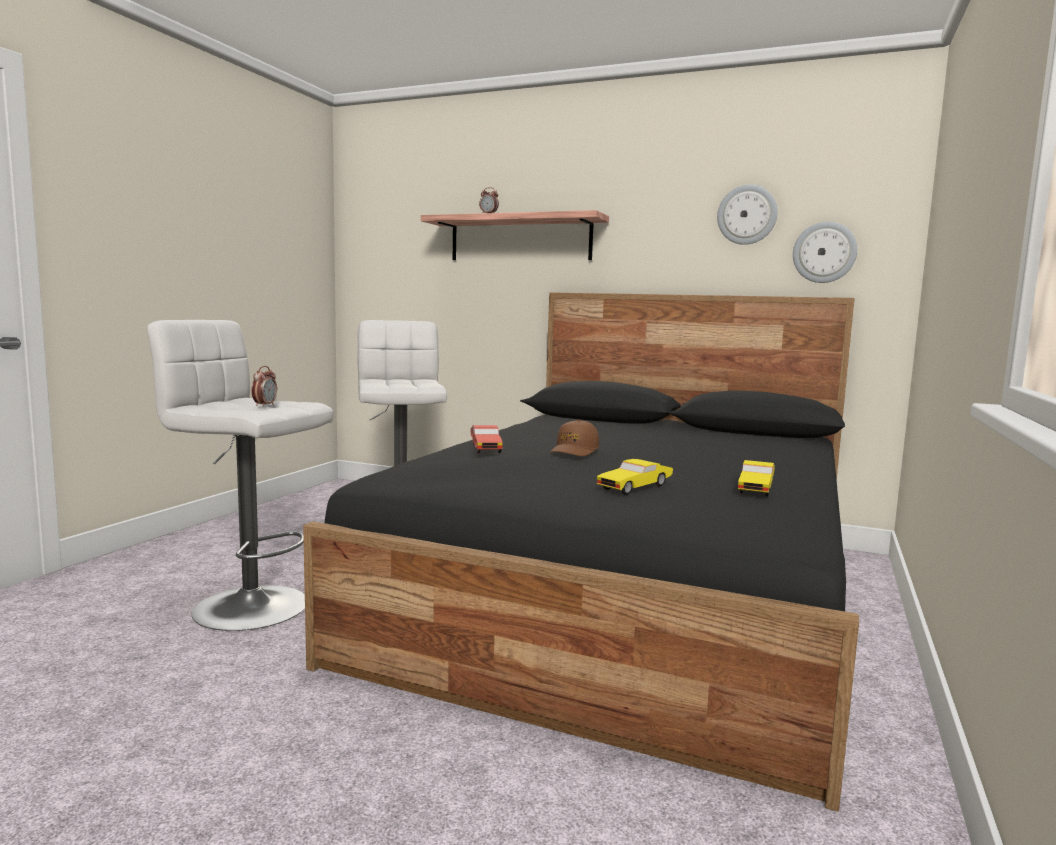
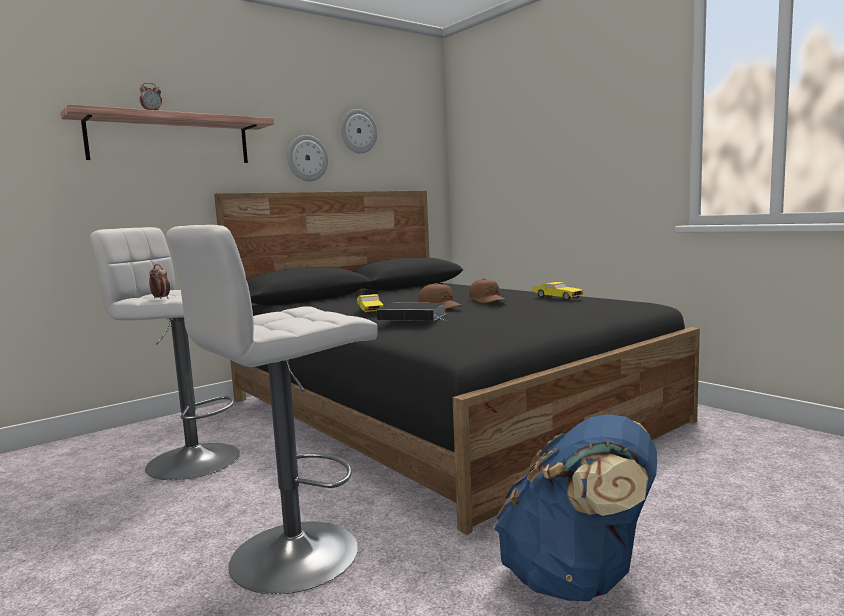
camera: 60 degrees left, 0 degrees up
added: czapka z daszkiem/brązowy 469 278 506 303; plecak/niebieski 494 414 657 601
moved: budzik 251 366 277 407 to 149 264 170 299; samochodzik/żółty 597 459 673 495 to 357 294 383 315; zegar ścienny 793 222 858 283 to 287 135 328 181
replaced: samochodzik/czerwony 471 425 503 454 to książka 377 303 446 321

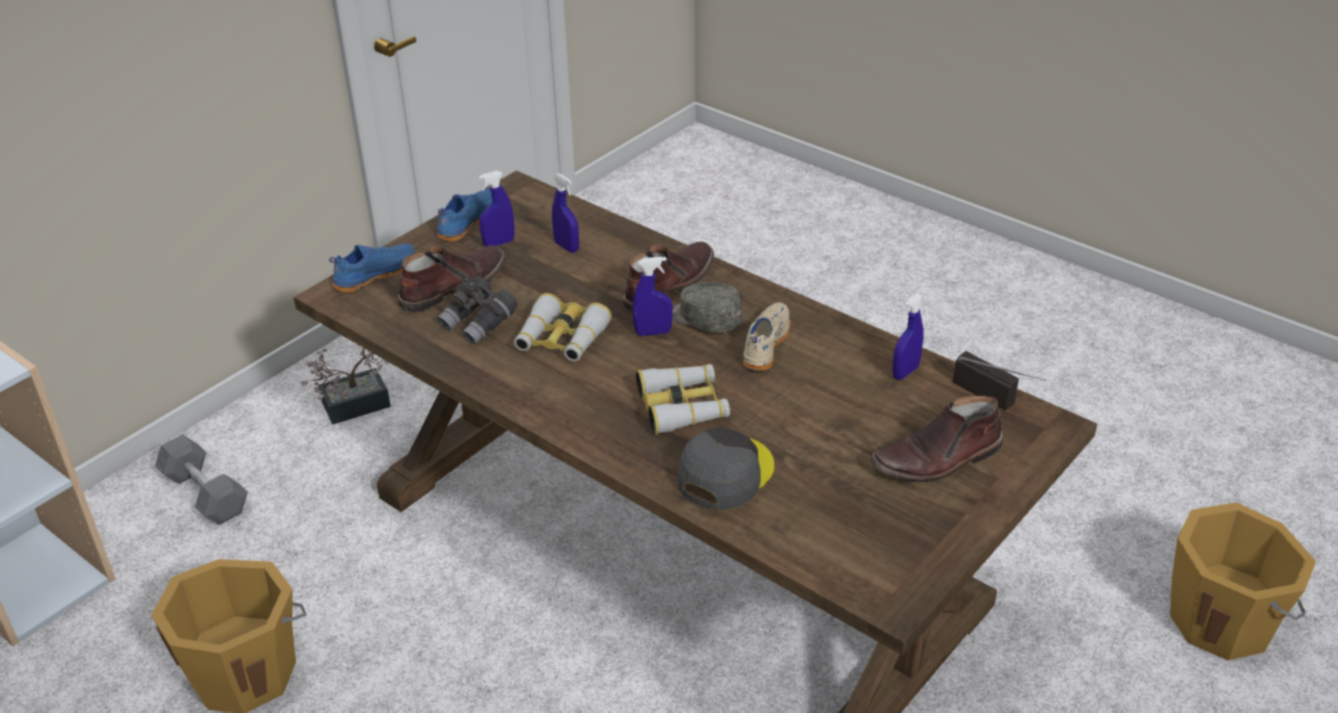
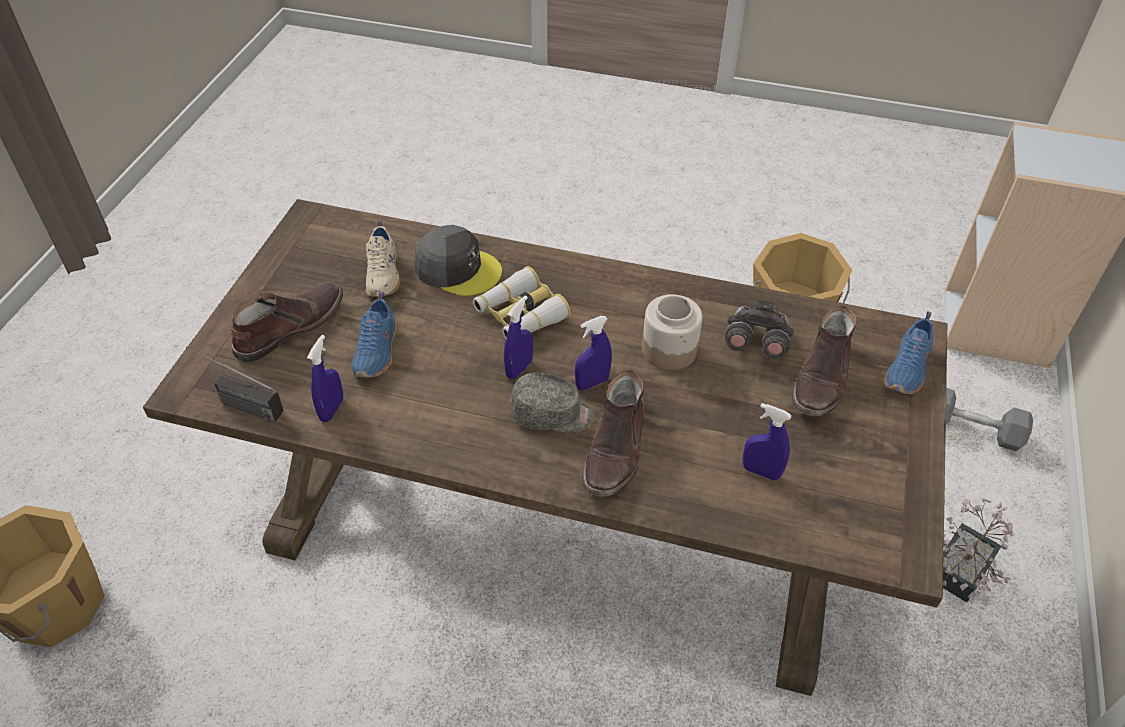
camera: 155 degrees right, 10 degrees up
moved: but/niebieski 437 188 493 242 to 352 291 397 377; spryskiwacz/niebieski 478 170 515 247 to 504 295 533 379; but/beżowy 743 302 790 371 to 366 219 400 297
replaced: lornetka 514 293 612 362 to słoik 642 294 703 370
turned: czapka z daszkiem/szary 677 428 774 510 = 414 225 502 296 75 degrees counterclockwise

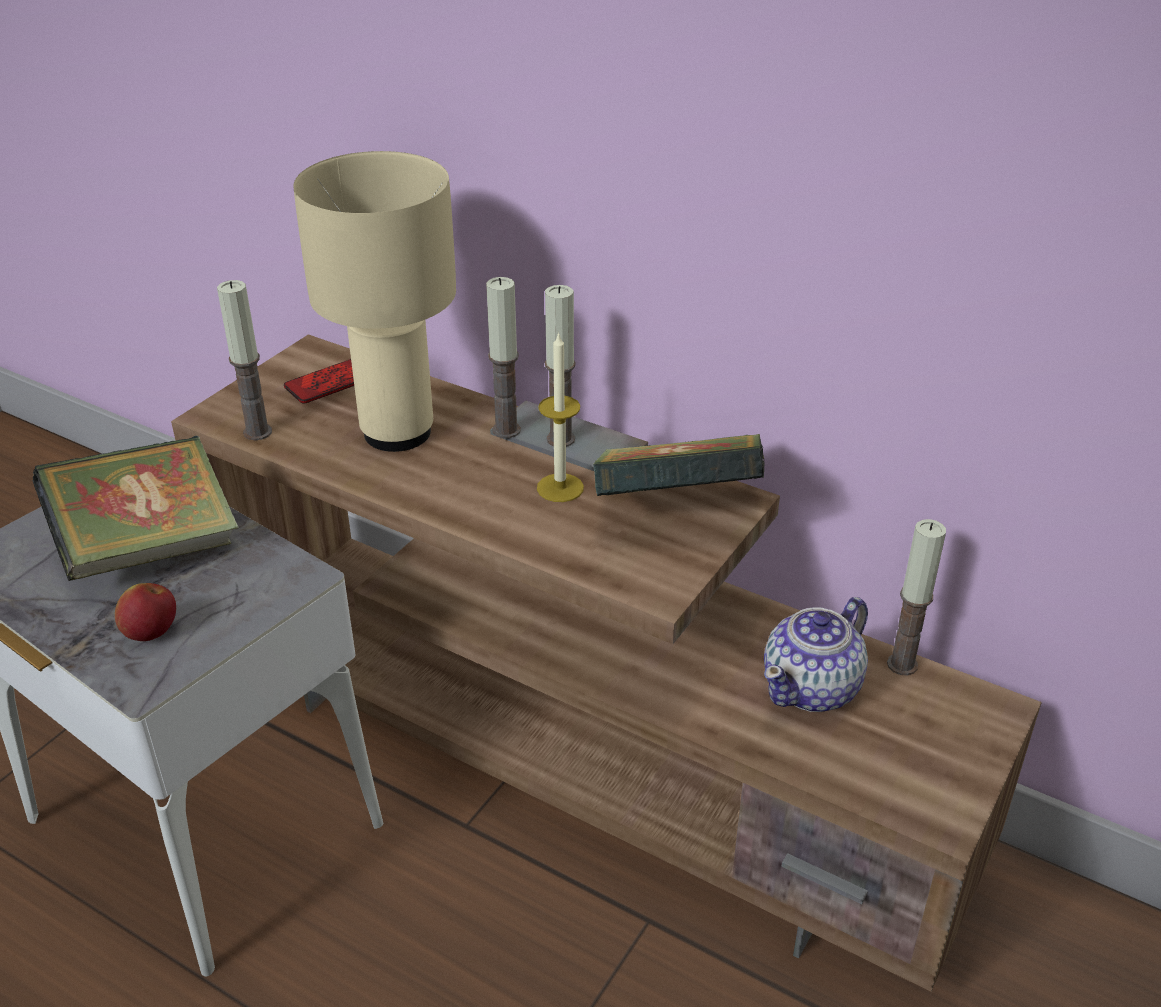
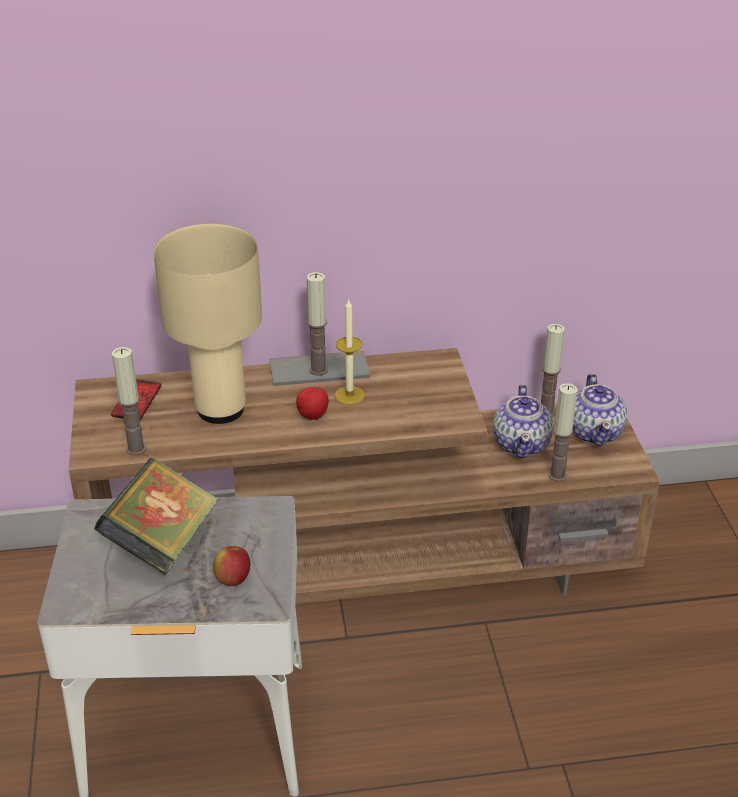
camera: 40 degrees left, 0 degrees up
removed: książka 593 434 764 496
added: jabłko 296 387 329 420; imbryk 573 374 627 446
moved: świeca 486 277 521 438 to 548 384 578 482

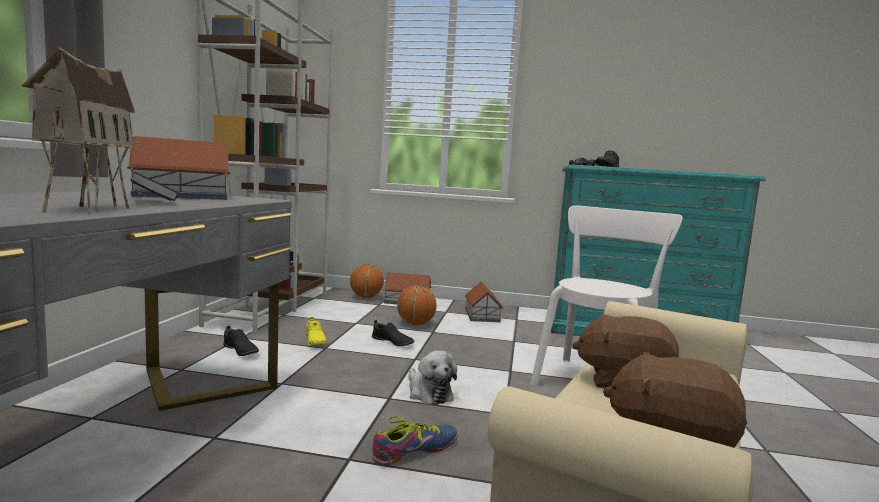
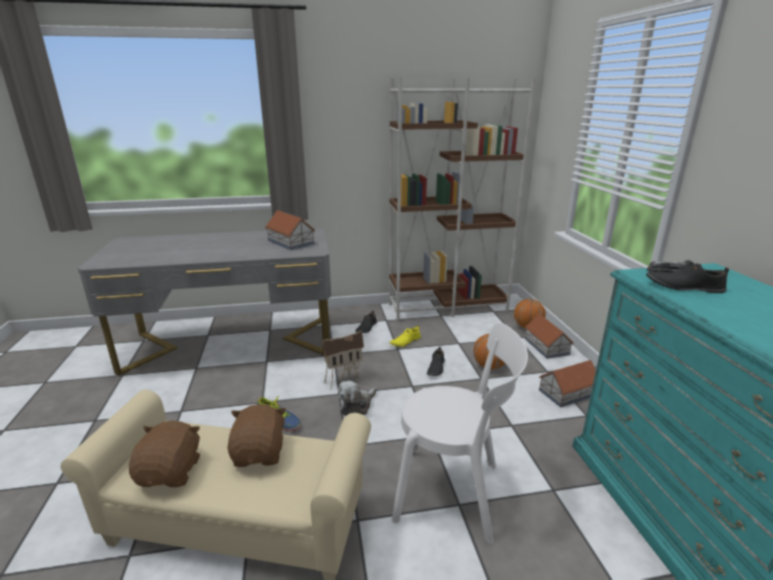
camera: 70 degrees right, 15 degrees up
removed: książka 130 171 179 201
moved: domek 22 47 135 215 to 321 331 364 390

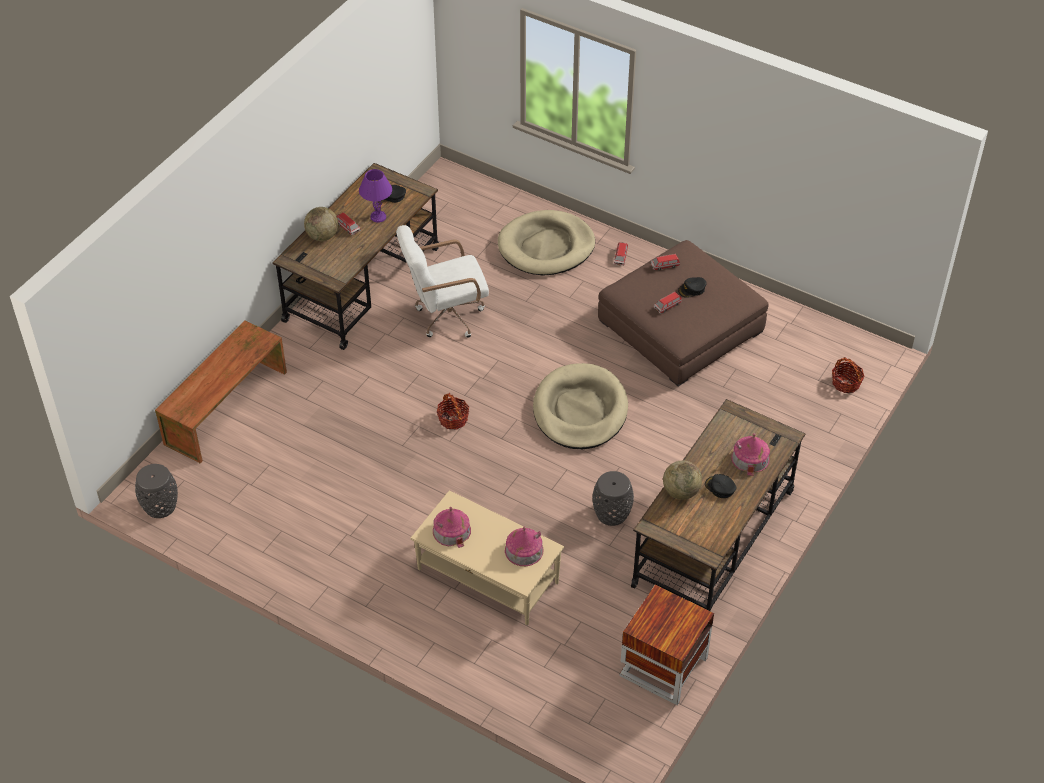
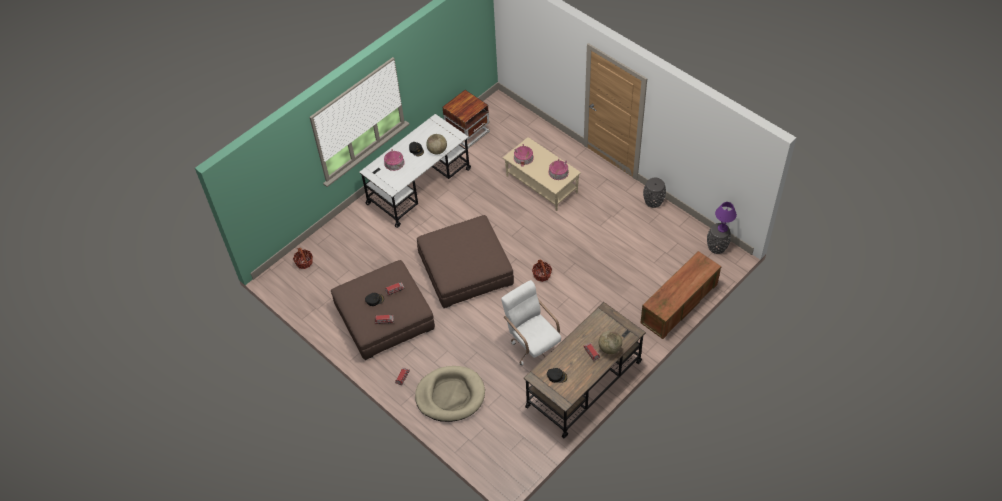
camera: 165 degrees left, 5 degrees up
moved: lampa stołowa/fioletowy 359 169 392 223 to 715 202 737 232; stołek/szary 592 471 634 526 to 643 178 666 208
replaced: legowisko/beżowy 533 363 628 449 to pufa/brązowy 417 215 514 308
recoloured: biurko/brązowy 631 399 805 611 to biurko/biały 359 114 471 228
turned: krzesło biurowe/biały 396 225 489 338 = 501 280 561 365 120 degrees counterclockwise

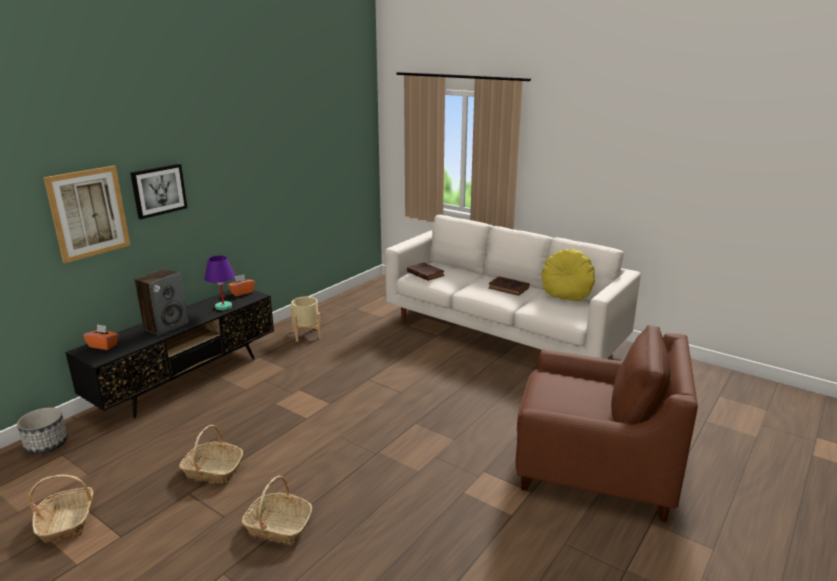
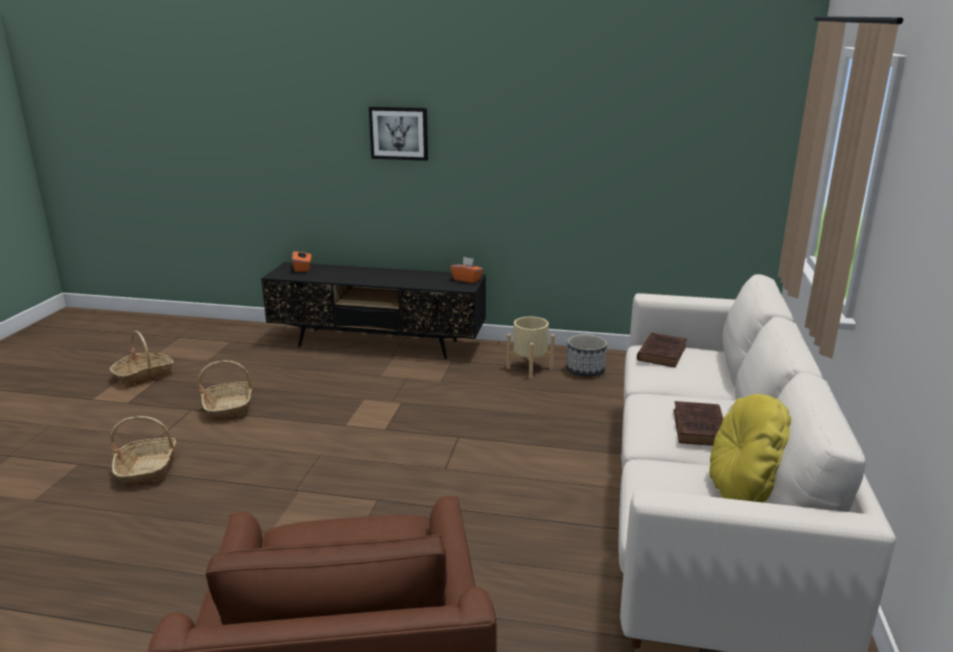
camera: 65 degrees right, 0 degrees up
removed: obraz 43 166 130 263; głośnik 135 269 189 336; lampa stołowa/fioletowy 204 256 235 310
moved: donica 17 407 68 454 to 566 334 607 377

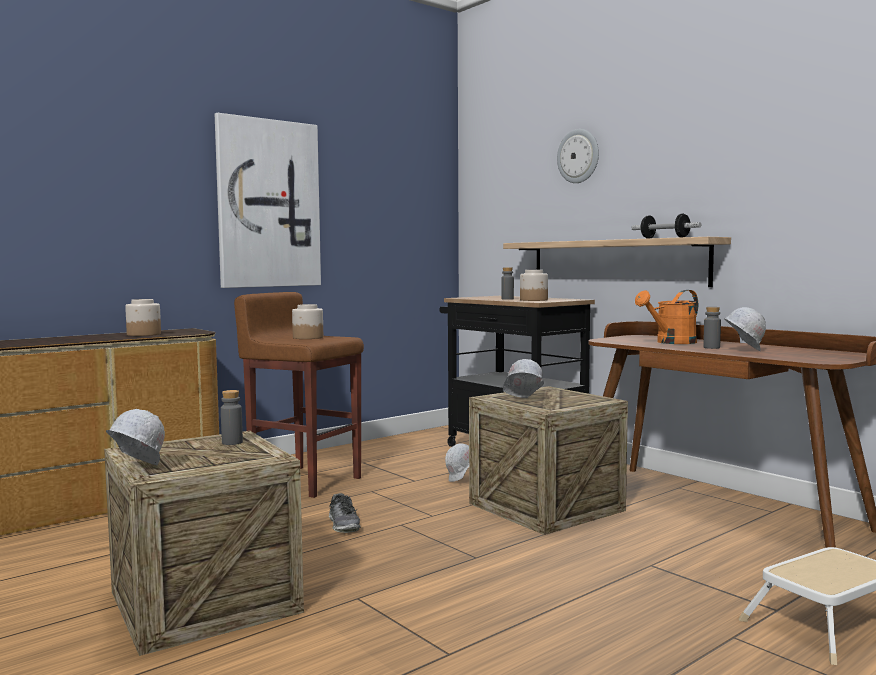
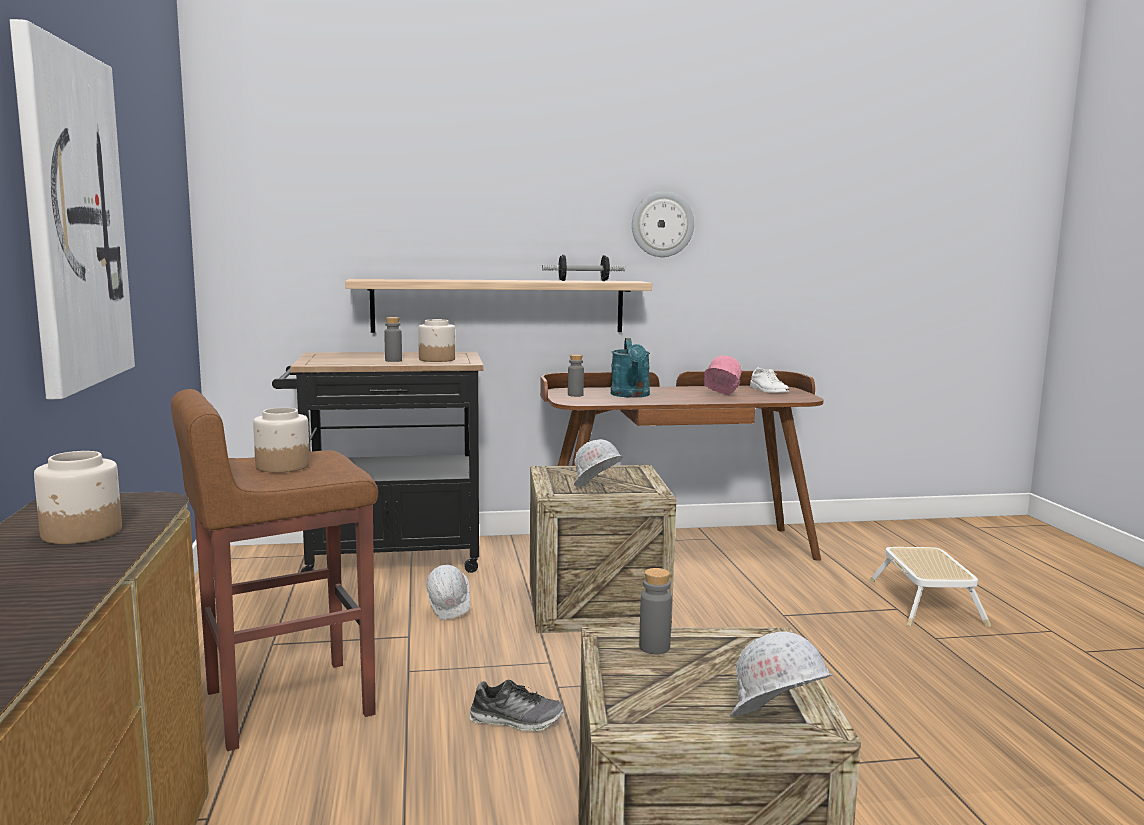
camera: 60 degrees left, 5 degrees up
added: but/biały 750 367 789 393
moved: zegar ścienny 557 129 599 183 to 632 191 694 257; butelka/szary 703 307 721 349 to 568 354 584 397
recoloured: konewka/pomarańczowy 635 290 698 344 to konewka/turkusowy 611 338 650 398; kask/biały 724 307 766 351 to kask/różowy 704 355 742 395

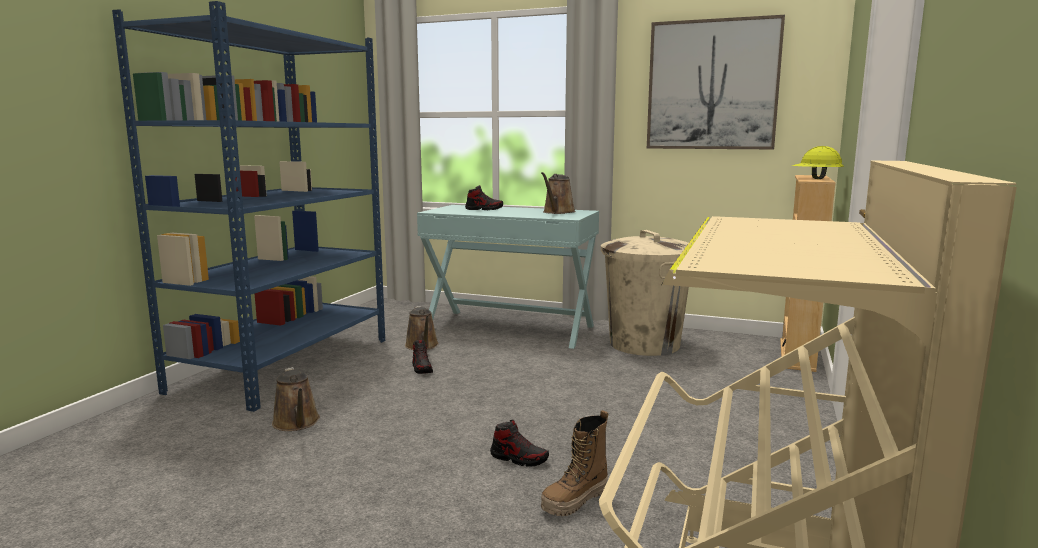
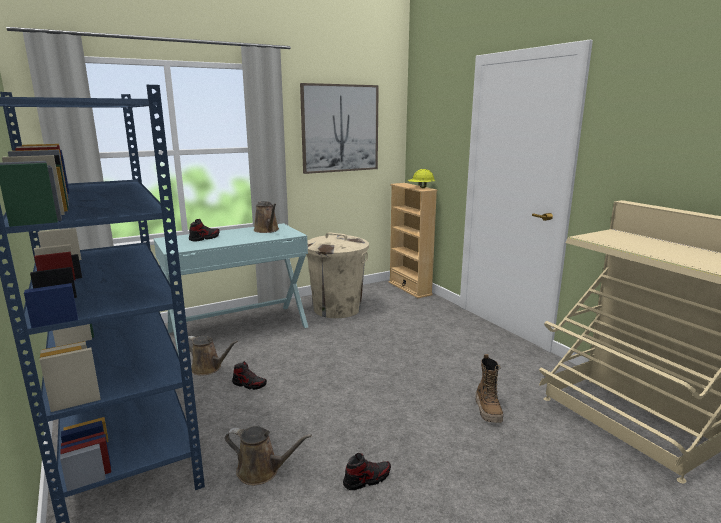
camera: 50 degrees left, 5 degrees up
moved: but 490 419 549 467 to 343 453 391 490

